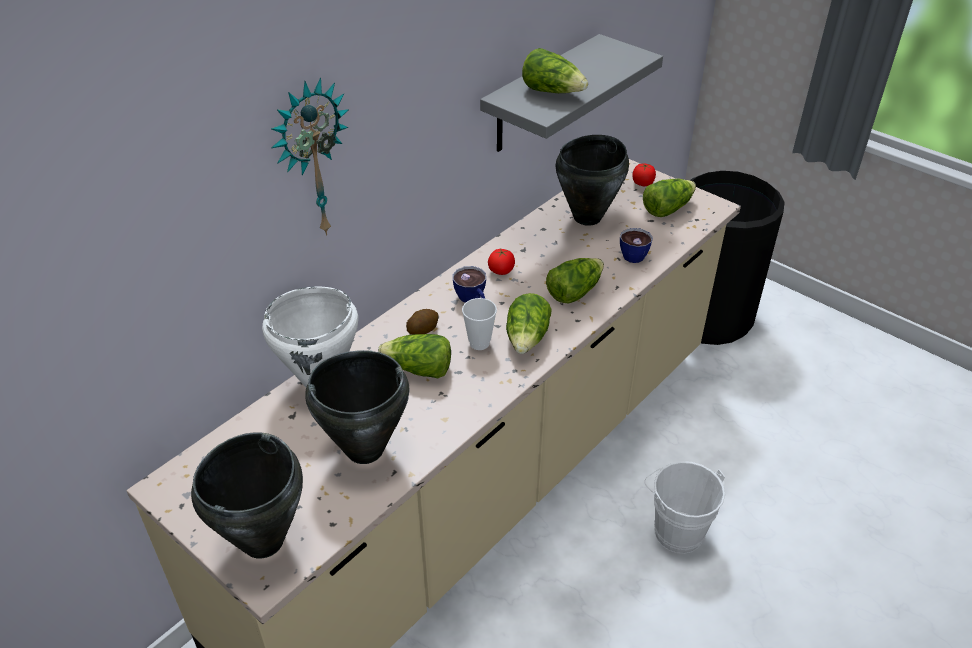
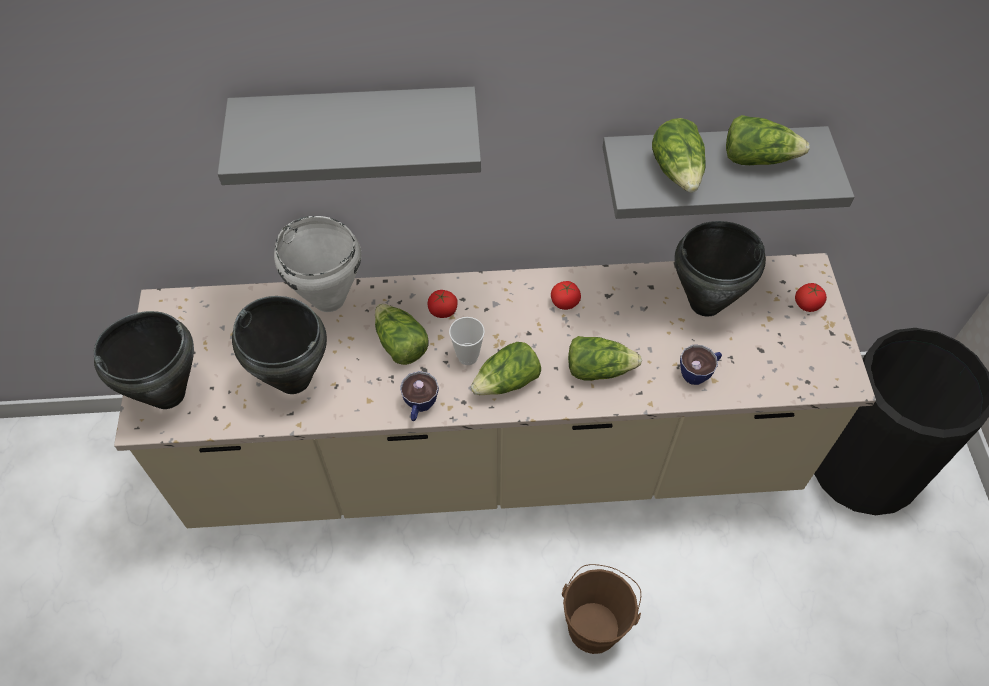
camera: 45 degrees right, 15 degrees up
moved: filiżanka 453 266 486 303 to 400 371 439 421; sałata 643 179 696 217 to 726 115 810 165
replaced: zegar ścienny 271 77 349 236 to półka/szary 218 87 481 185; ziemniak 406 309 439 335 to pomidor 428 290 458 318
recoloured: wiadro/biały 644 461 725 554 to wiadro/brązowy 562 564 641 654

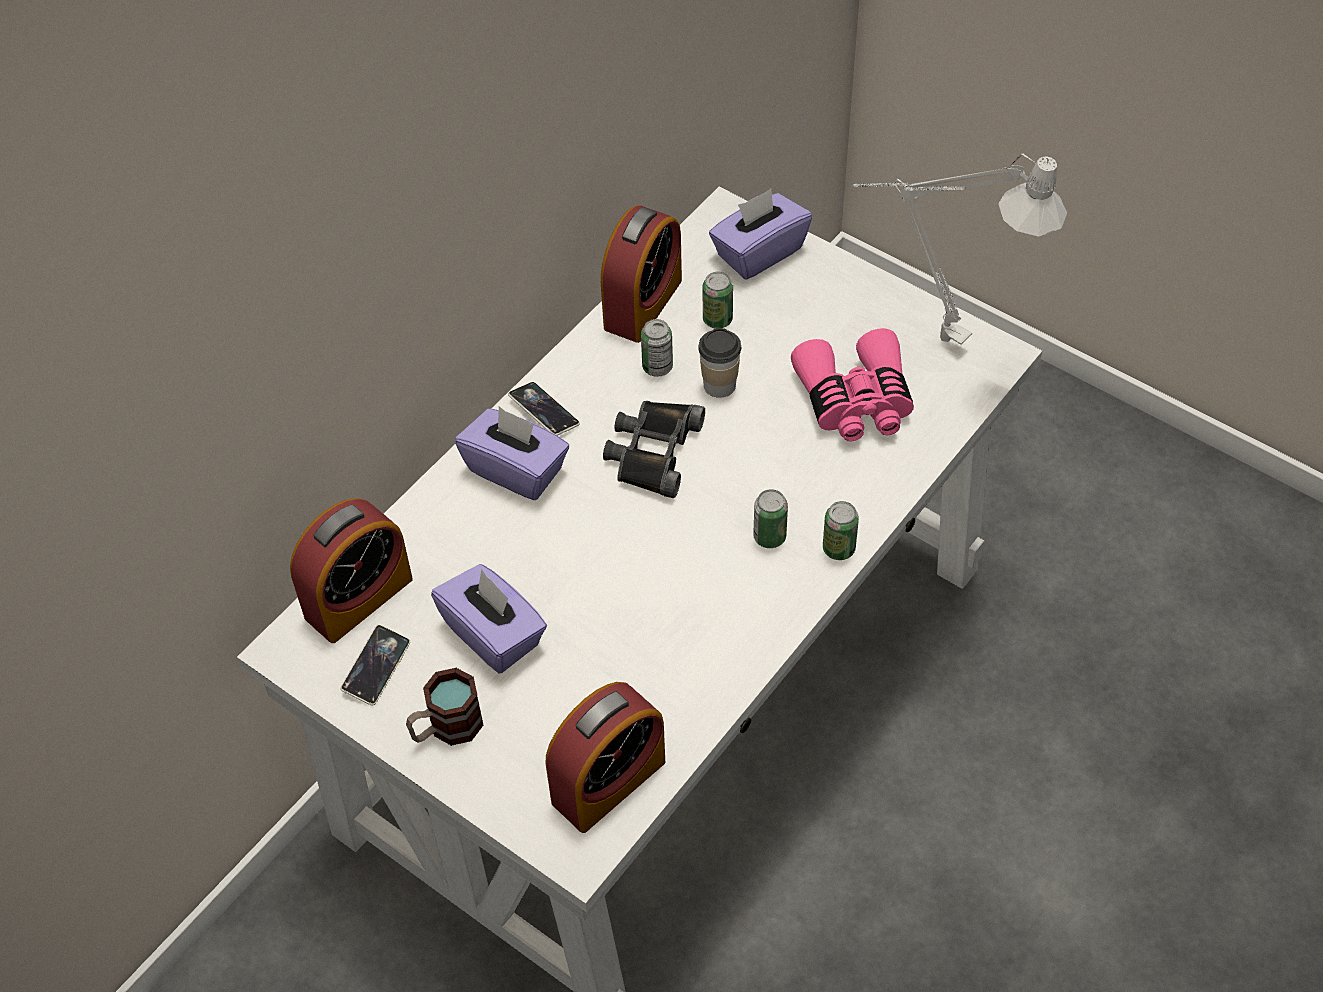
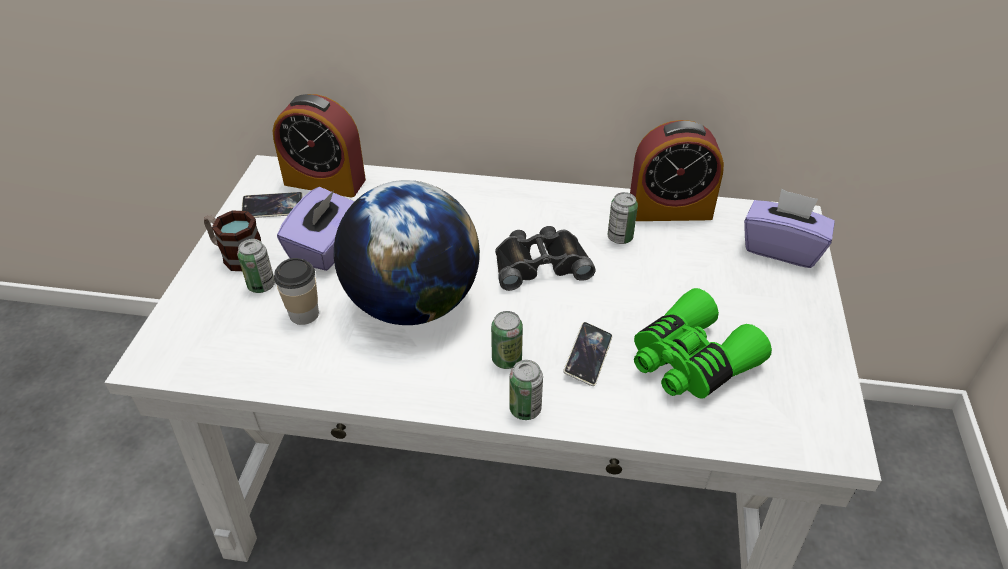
camera: 60 degrees right, 10 degrees down
removed: pudełko chusteczek/fioletowy 455 406 569 500; budzik 546 682 665 833; lampa stołowa/szary 852 154 1067 345
added: globus 334 180 480 325
moved: telefon 508 382 580 436 to 563 322 613 386; filiżanka 698 328 741 398 to 274 258 319 325; puszka 703 272 733 329 to 237 239 275 293
recoloured: lornetka/różowy 791 328 914 442 to lornetka/zielony 634 288 772 399

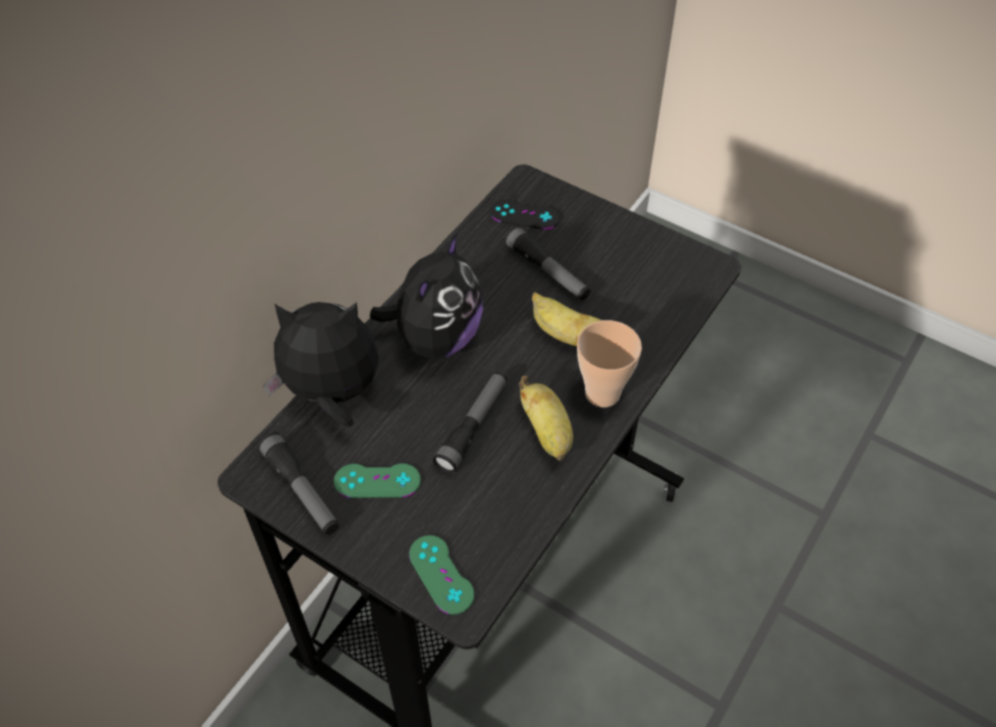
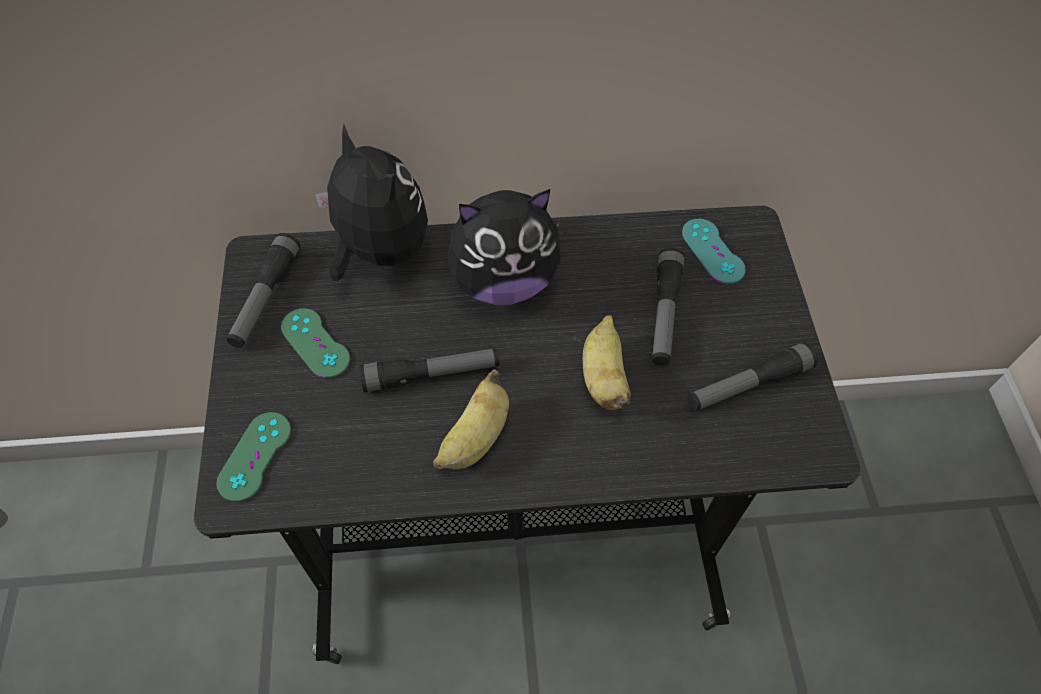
camera: 50 degrees right, 5 degrees up
removed: filiżanka 577 320 642 407
added: latarka 687 342 817 411
recoloured: pad do gier/czarny 490 199 560 230 to pad do gier/turkusowy 682 219 746 284

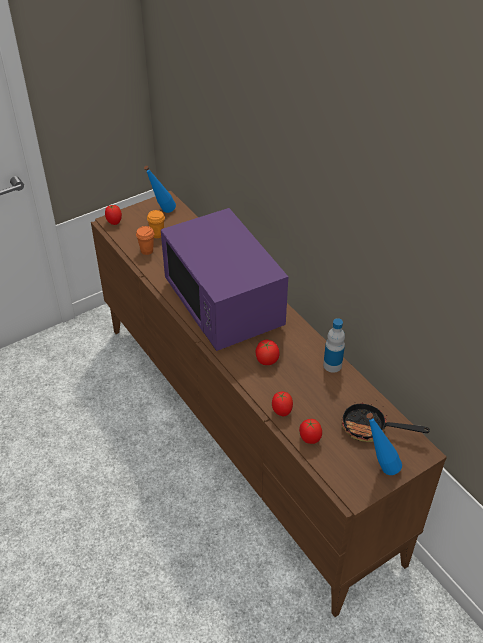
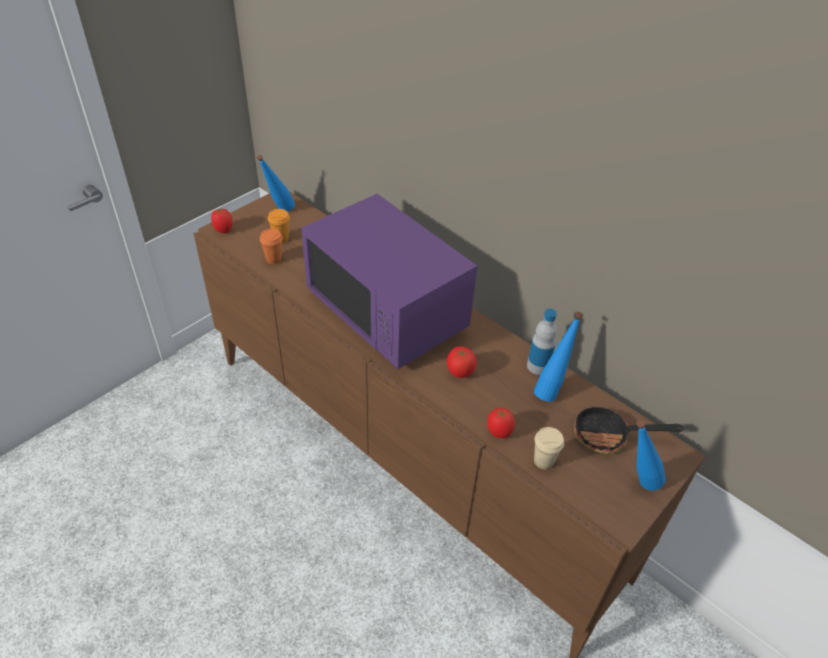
camera: 15 degrees left, 0 degrees up
added: butelka/niebieski 534 312 583 402
replaced: pomidor 299 419 322 444 to filiżanka/beżowy 534 427 564 469

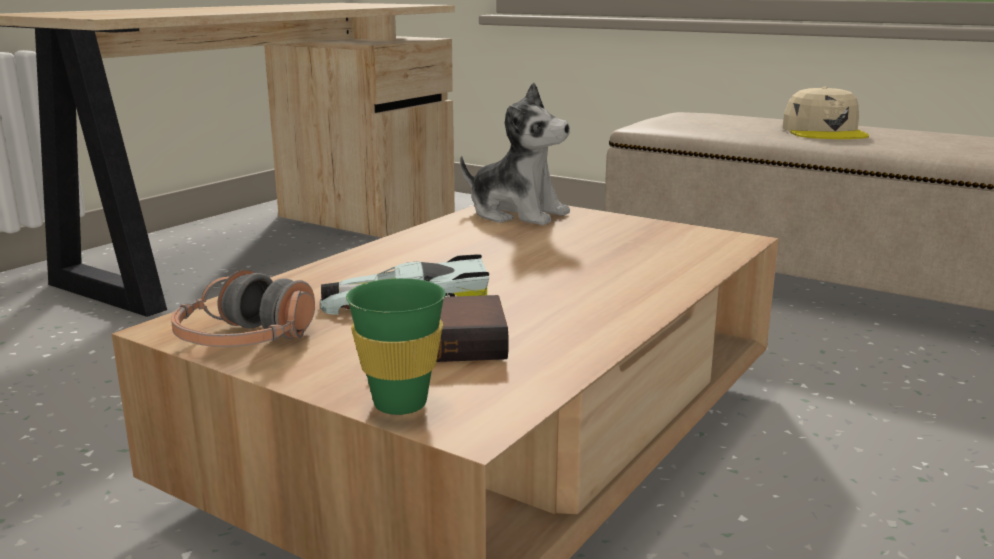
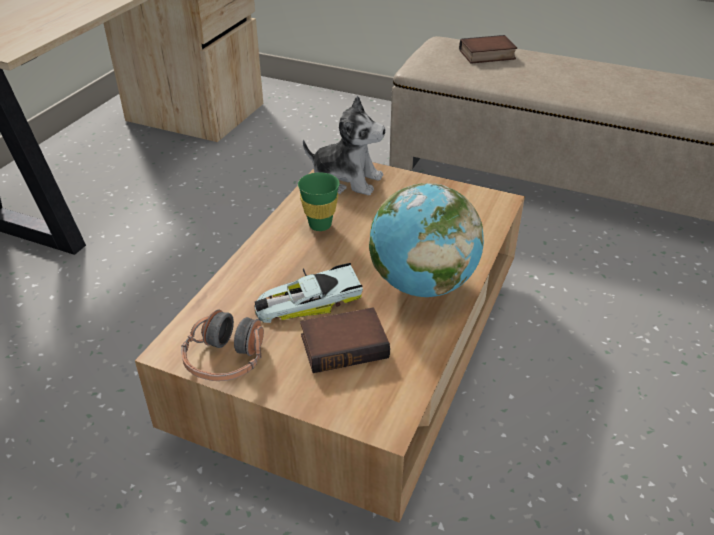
camera: 10 degrees left, 20 degrees up
removed: czapka z daszkiem/beżowy 782 87 869 139
added: globus 369 183 484 297; książka 459 35 517 64
moved: filiżanka/zielony 346 278 446 415 to 298 172 340 231

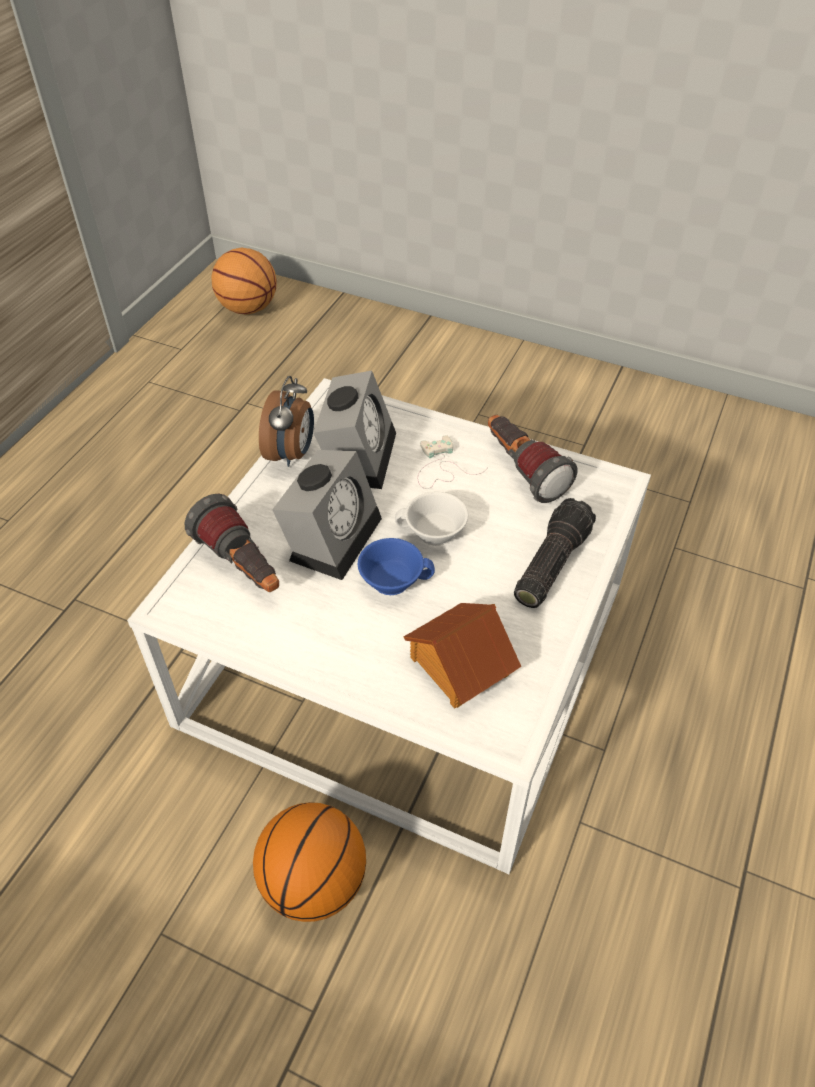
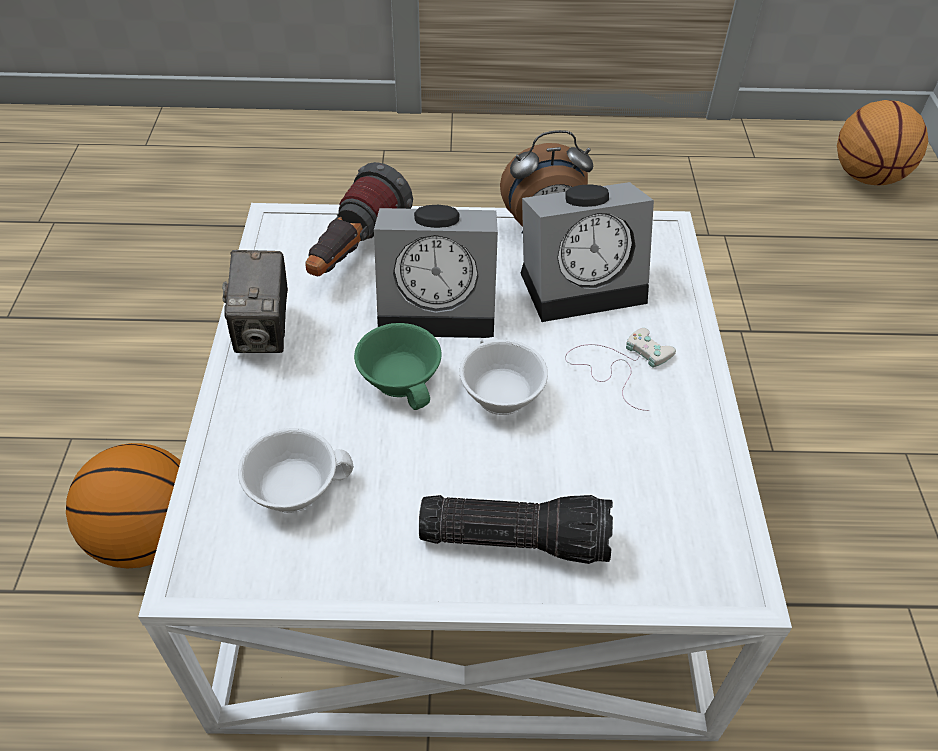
camera: 65 degrees right, 0 degrees up
removed: latarka 488 415 577 503
added: aparat fotograficzny 222 250 288 353
replaced: domek 404 603 521 709 to filiżanka/biały 238 428 354 513
recoloured: filiżanka/niebieski 358 538 435 595 to filiżanka/zielony 354 323 442 410

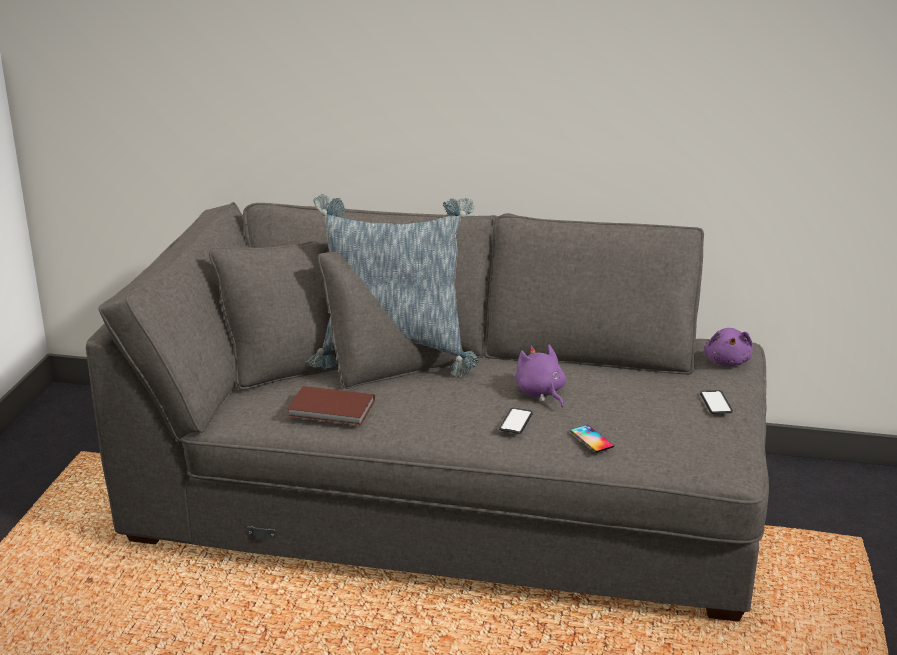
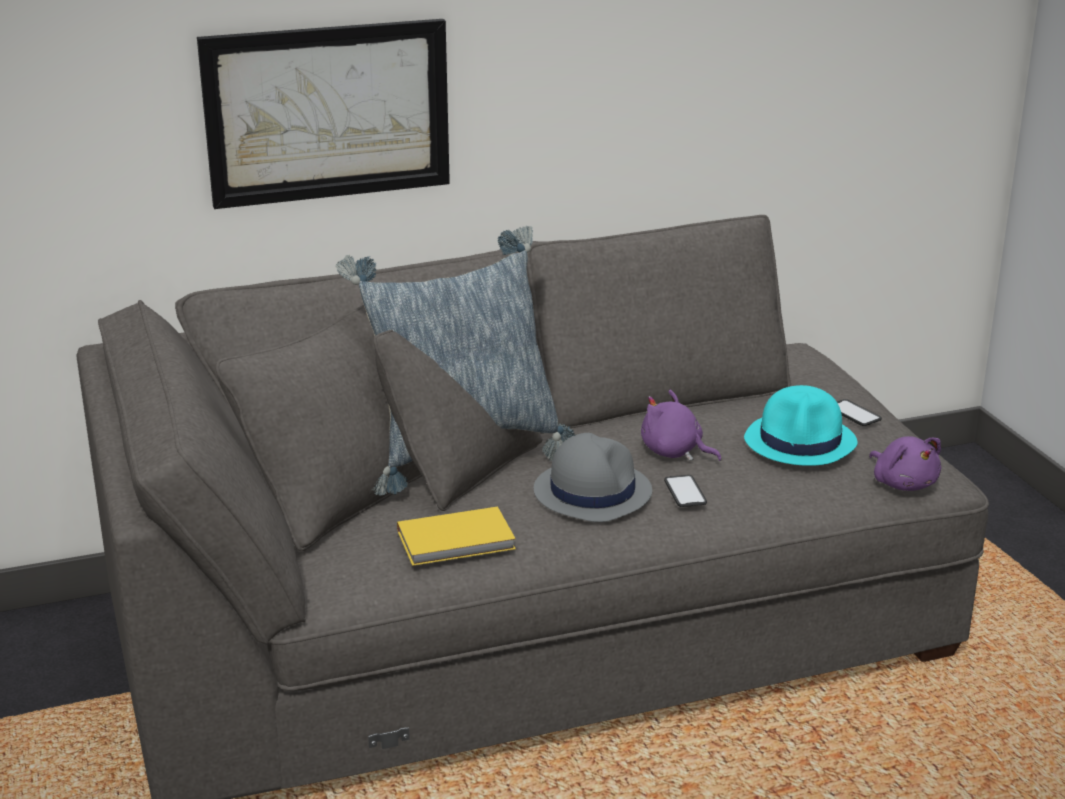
camera: 30 degrees left, 0 degrees up
removed: telefon 570 425 614 452
added: obraz 197 19 450 209; kapelusz/szary 534 433 652 522; kapelusz/turkusowy 744 385 857 466
moved: pluszak/fioletowy 704 328 753 366 to 869 436 941 491
recoloured: książka/brązowy 287 386 375 426 to książka/żółty 397 507 516 566

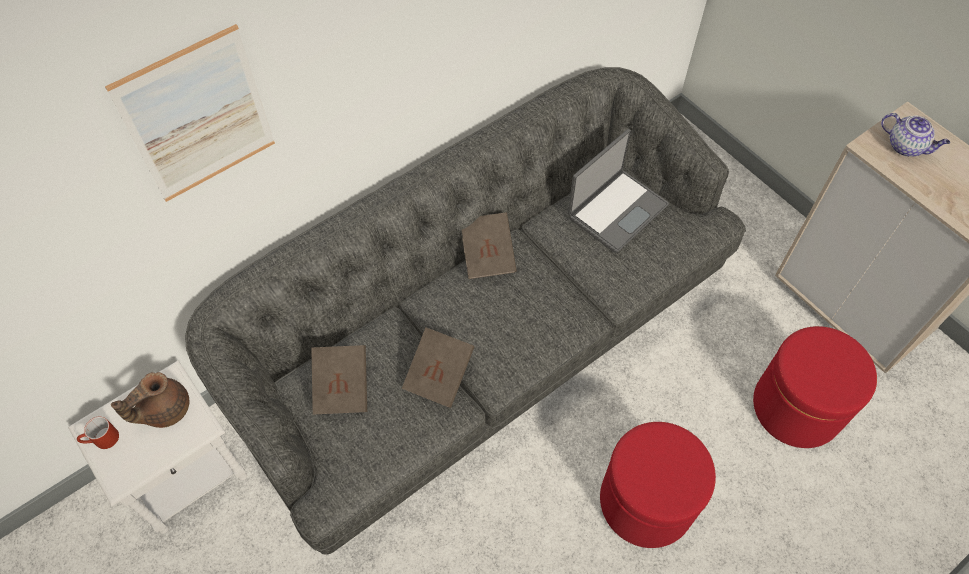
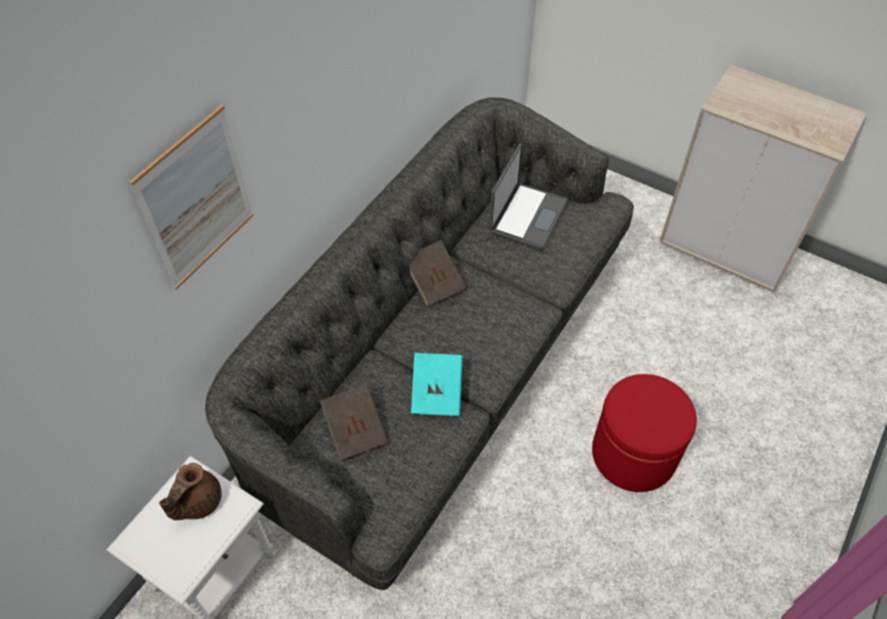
camera: 20 degrees left, 5 degrees down
removed: kubek/czerwony 77 417 119 449; pufa/czerwony 753 326 877 448; imbryk 881 113 950 157
recoloured: książka/brązowy 402 327 475 408 to książka/turkusowy 411 353 463 416

